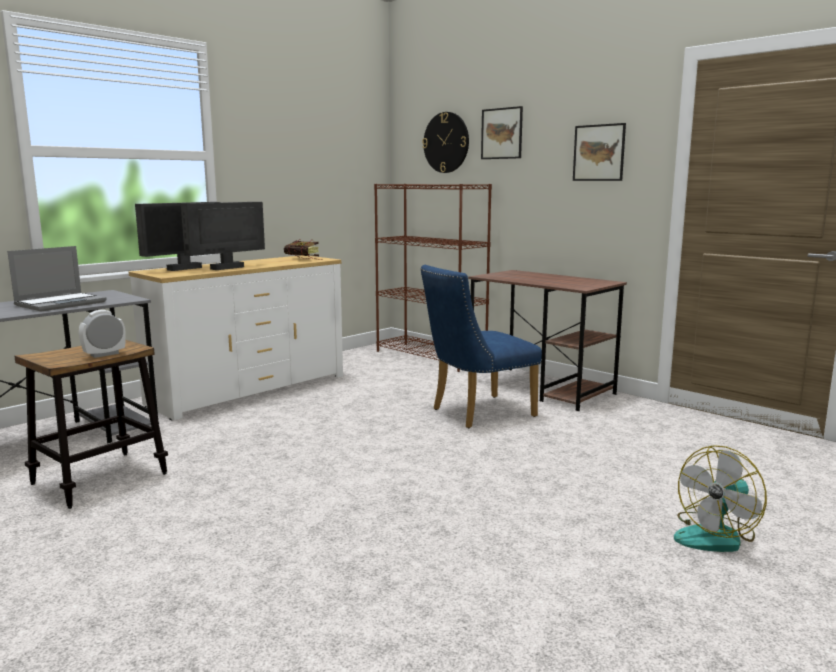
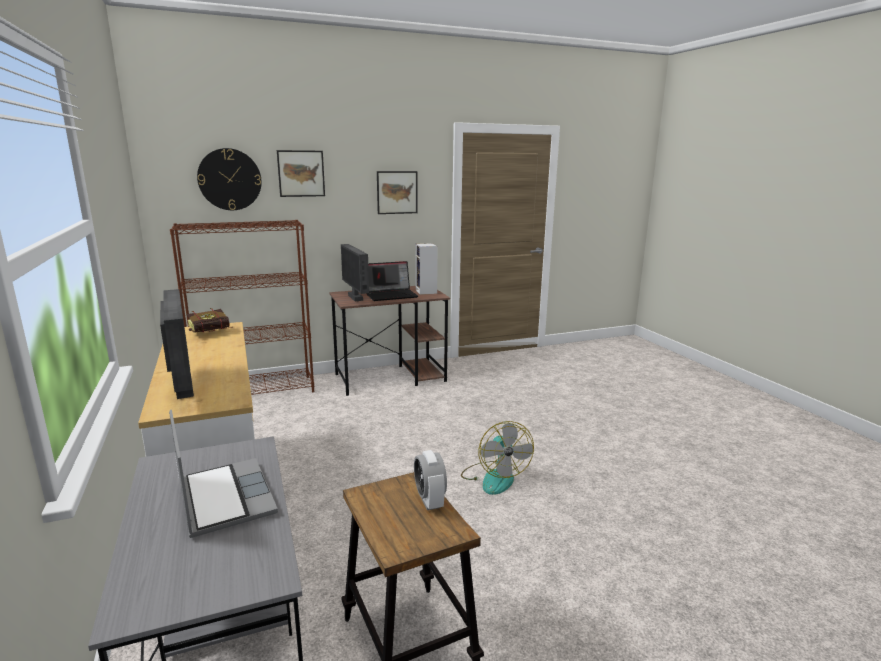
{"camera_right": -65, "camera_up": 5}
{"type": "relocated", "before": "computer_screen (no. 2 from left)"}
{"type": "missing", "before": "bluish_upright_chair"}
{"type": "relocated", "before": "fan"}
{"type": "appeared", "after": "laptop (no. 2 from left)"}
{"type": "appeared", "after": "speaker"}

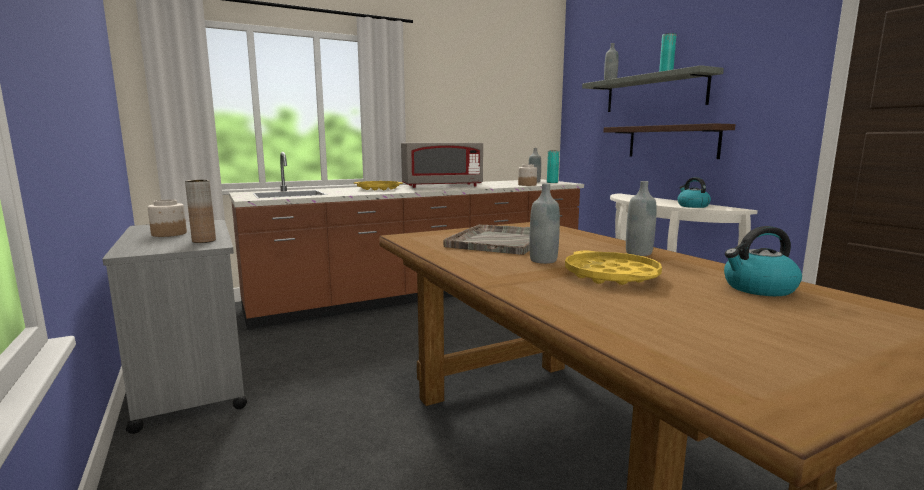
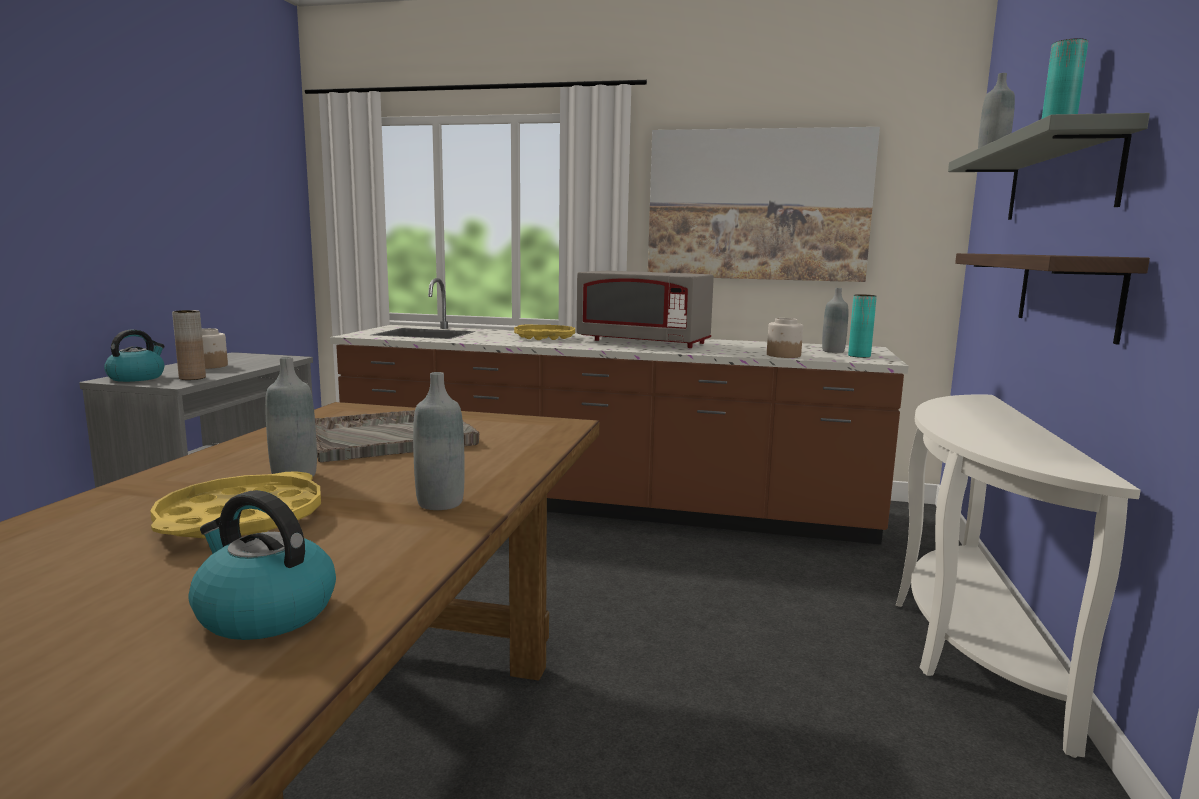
{"camera_right": 40, "camera_up": 0}
{"type": "relocated", "before": "kettle (no. 1 from left)"}
{"type": "appeared", "after": "wall_art"}

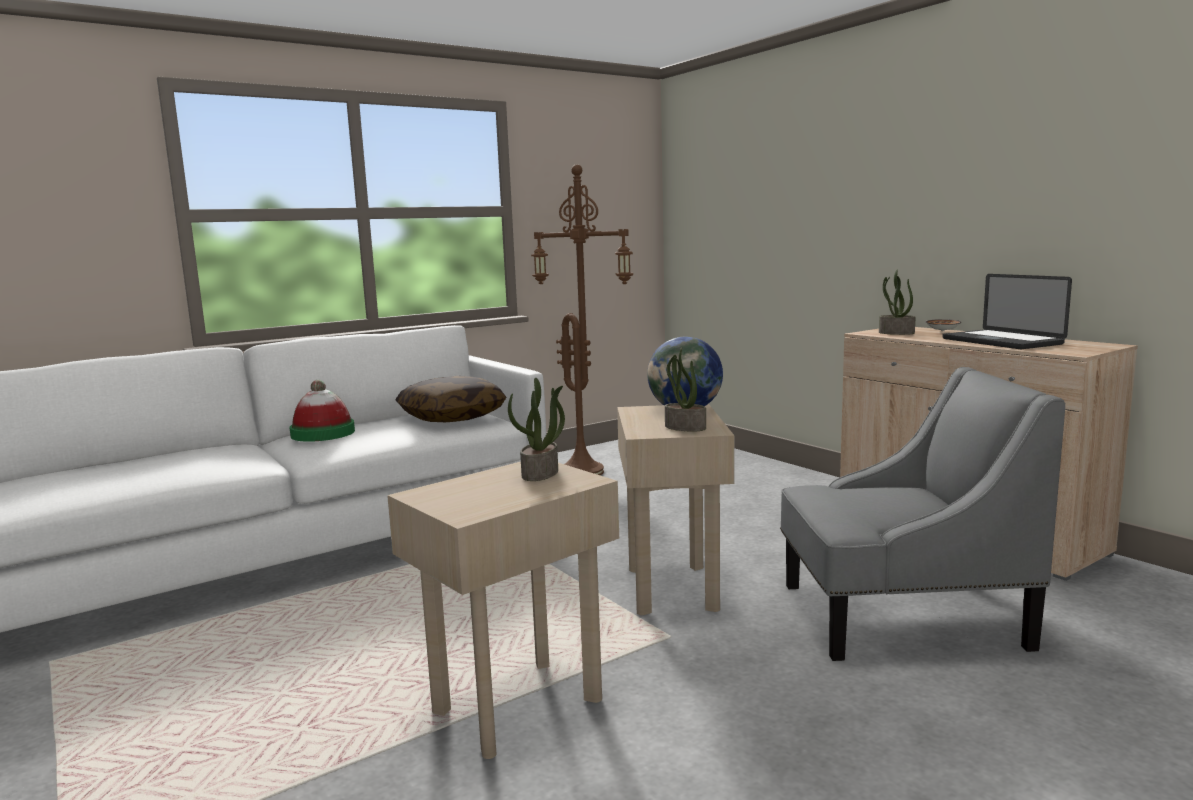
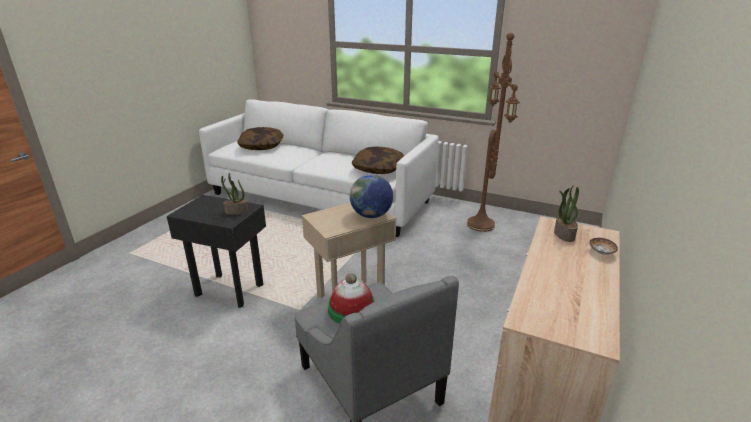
{"camera_right": 60, "camera_up": 15}
{"type": "relocated", "before": "wearable_hat"}
{"type": "colour", "before": "beige_accent_table (no. 1 from left)", "after": "black-coloured_accent_table"}
{"type": "missing", "before": "plant_in_a_pot (no. 2 from left)"}
{"type": "missing", "before": "laptop"}
{"type": "appeared", "after": "pillow (no. 1 from left)"}

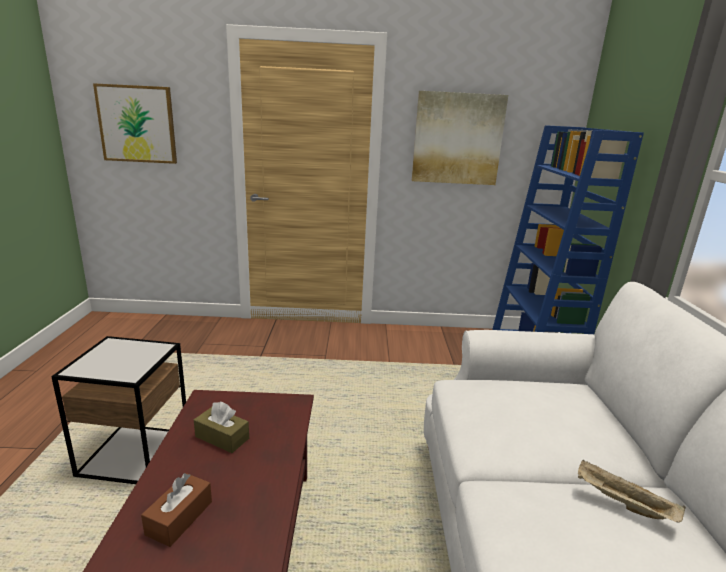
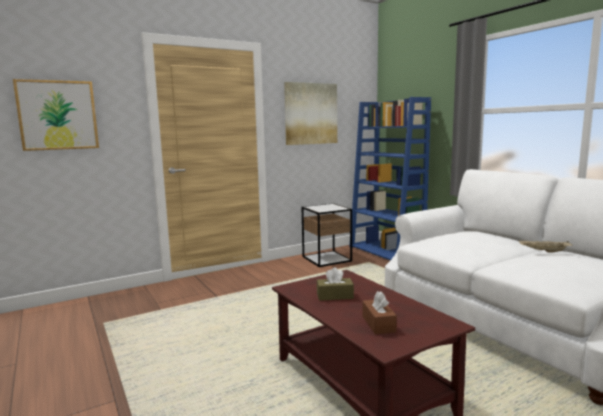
{"camera_right": -30, "camera_up": -10}
{"type": "relocated", "before": "accent_table"}

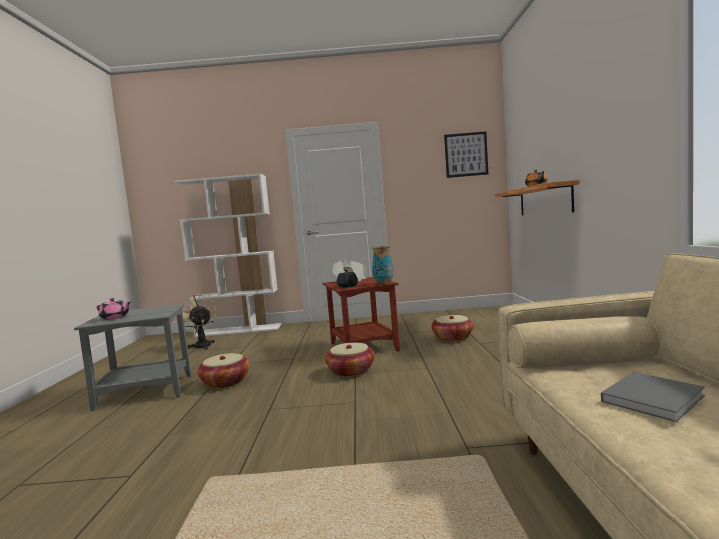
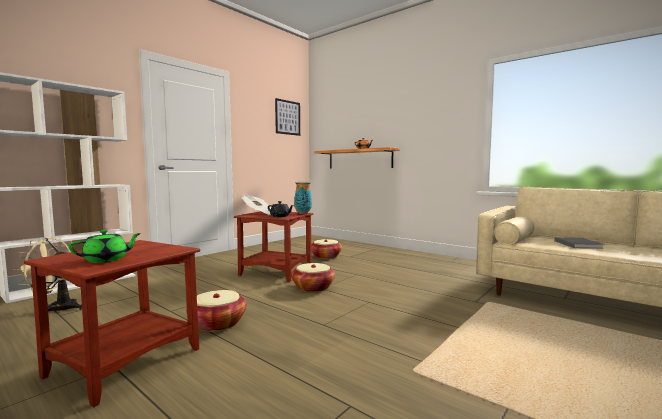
{"camera_right": -50, "camera_up": 0}
{"type": "colour", "before": "gray_accent_table", "after": "brownish_accent_table (no. 1 from left)"}
{"type": "colour", "before": "pink-coloured_tea_pot", "after": "green_tea_pot"}

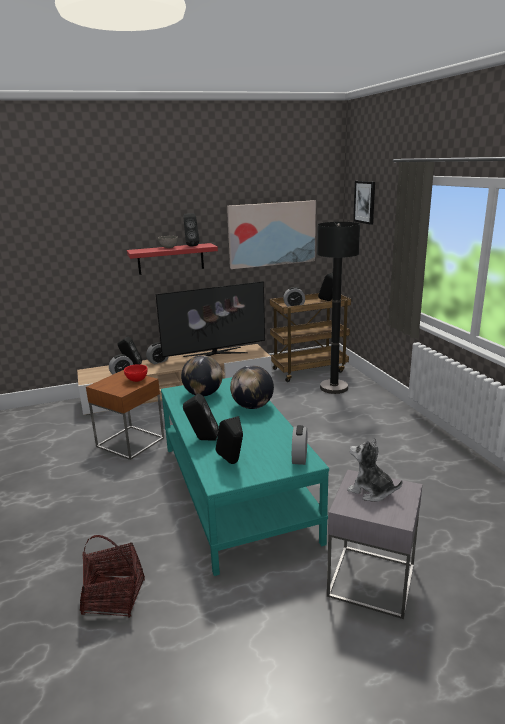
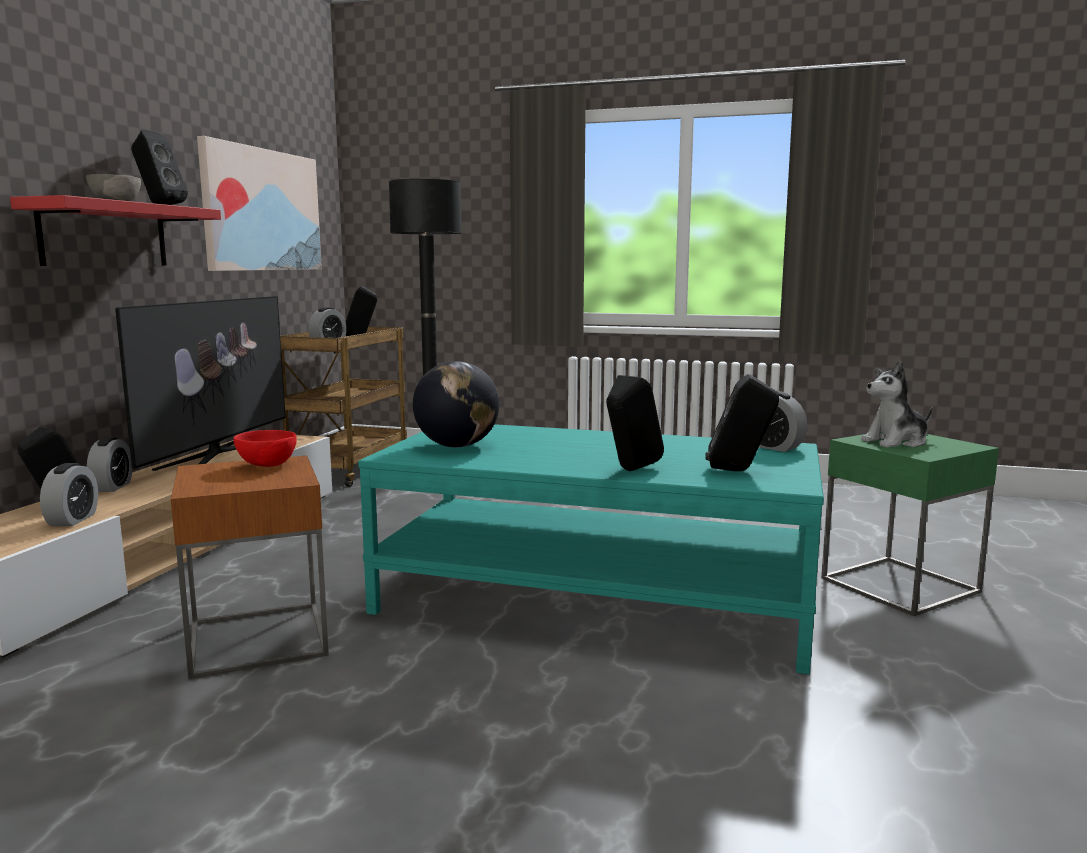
{"camera_right": -55, "camera_up": -10}
{"type": "missing", "before": "household_basket"}
{"type": "missing", "before": "globe (no. 2 from left)"}
{"type": "colour", "before": "gray_accent_table", "after": "green_accent_table"}
{"type": "missing", "before": "wall_art (no. 2 from left)"}

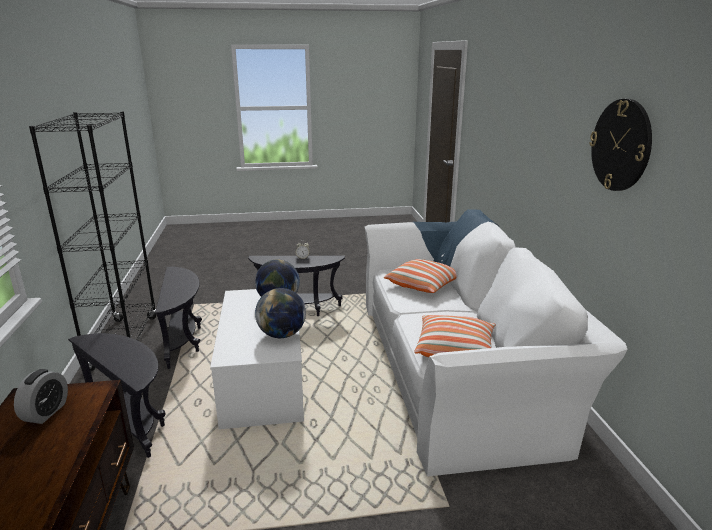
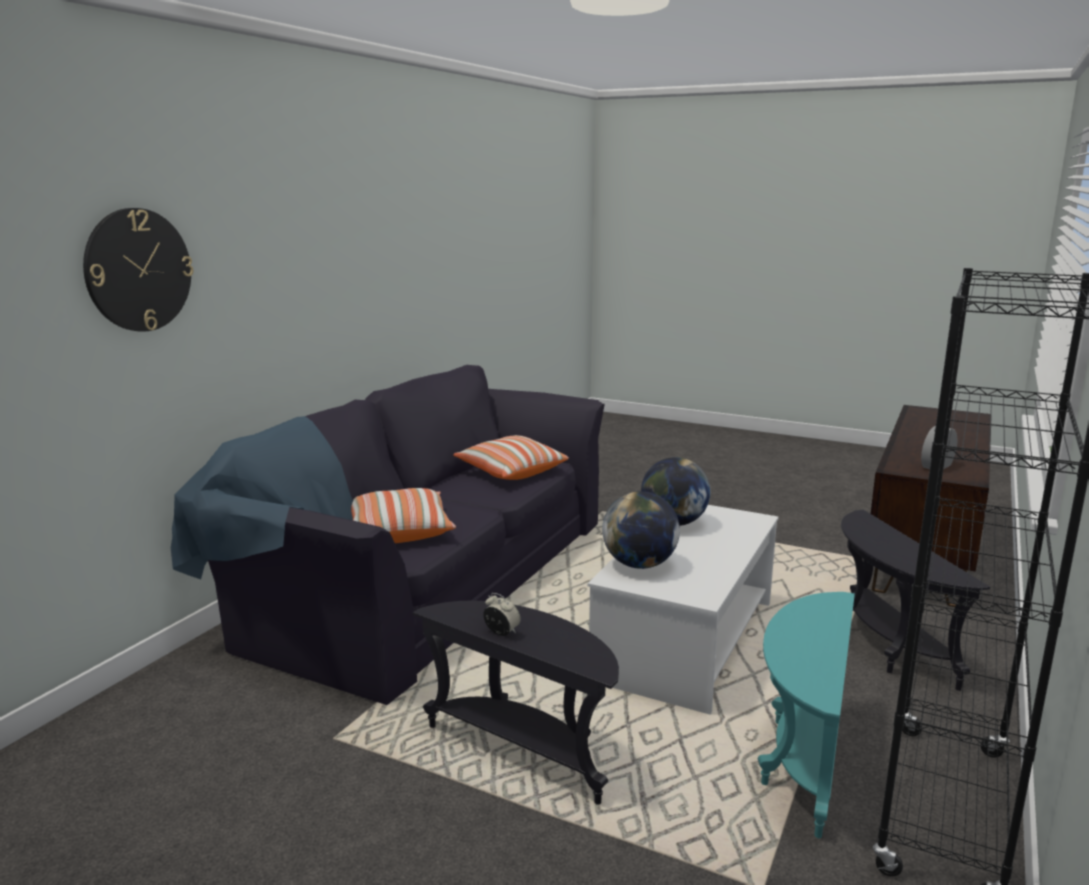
{"camera_right": -145, "camera_up": -5}
{"type": "colour", "before": "black-coloured_accent_table (no. 2 from left)", "after": "blue-green_accent_table"}
{"type": "colour", "before": "white_sofa", "after": "black-coloured_sofa"}
{"type": "relocated", "before": "wall_clock"}

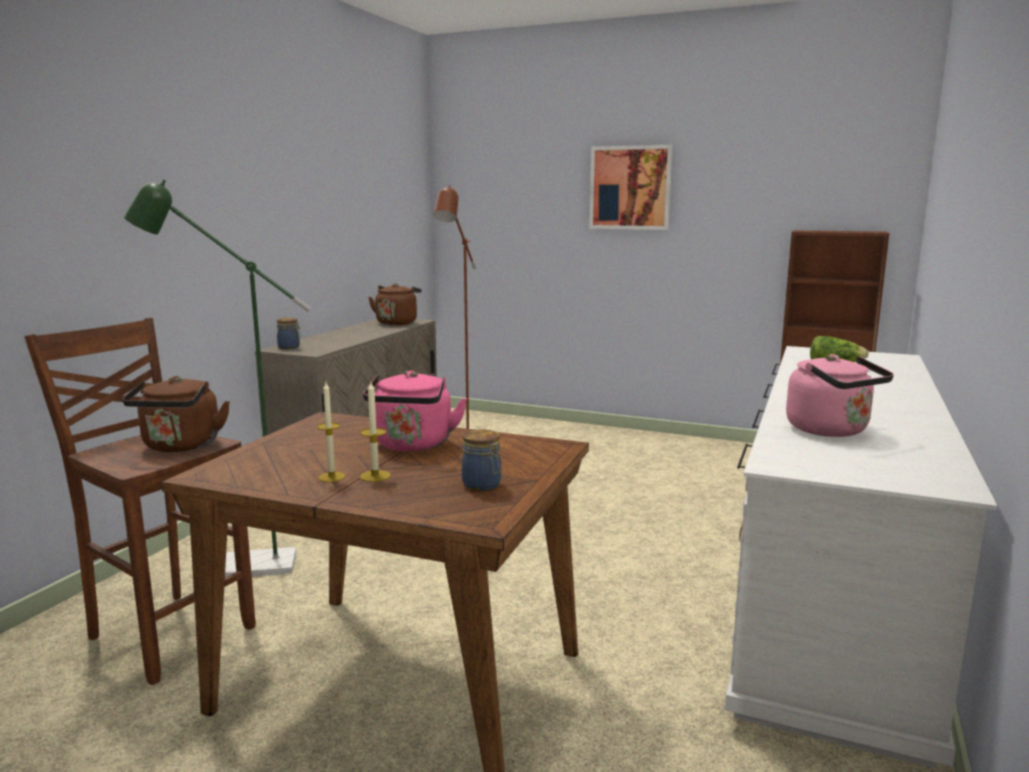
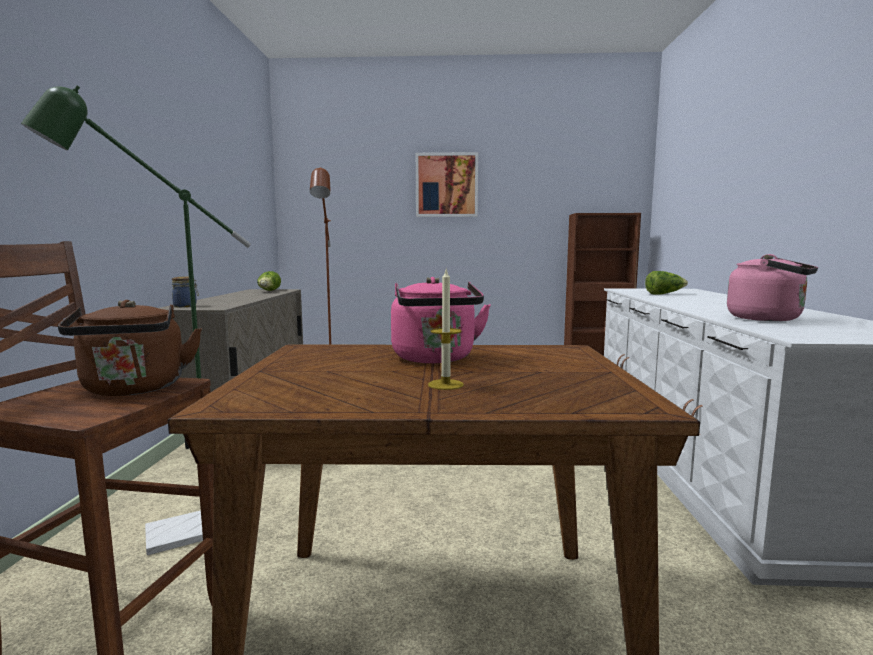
{"camera_right": -20, "camera_up": -5}
{"type": "missing", "before": "candle (no. 1 from left)"}
{"type": "exchanged", "before": "brownish_kettle (no. 2 from left)", "after": "head_of_lettuce (no. 1 from left)"}
{"type": "missing", "before": "jar (no. 2 from left)"}

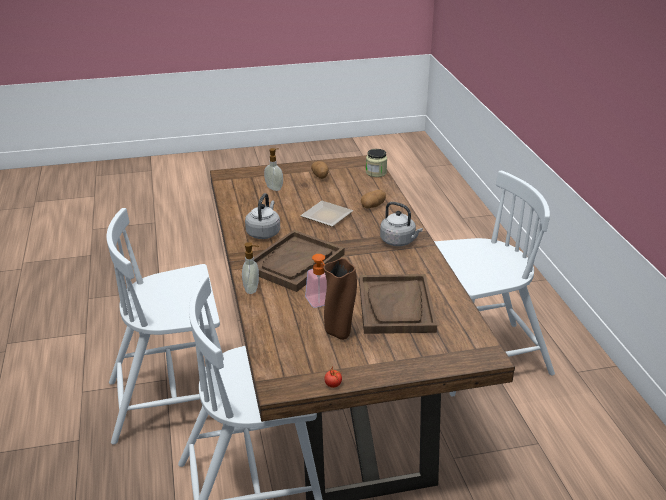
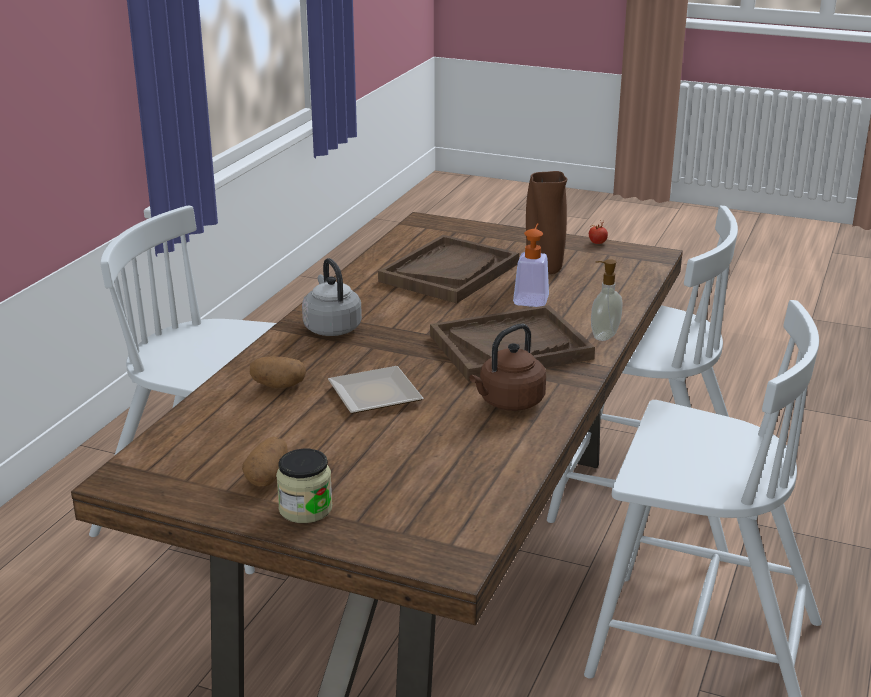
{"camera_right": -145, "camera_up": -5}
{"type": "colour", "before": "gray_kettle (no. 1 from left)", "after": "brownish_kettle"}
{"type": "missing", "before": "soap_bottle (no. 2 from left)"}
{"type": "relocated", "before": "jar"}

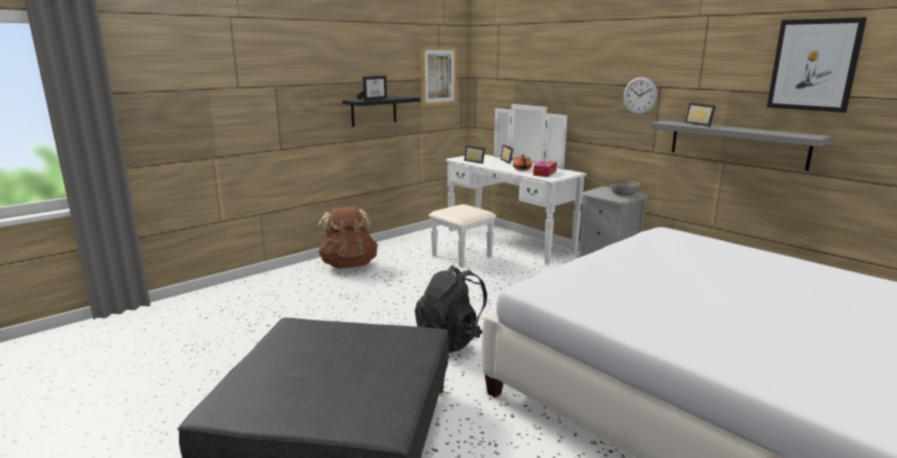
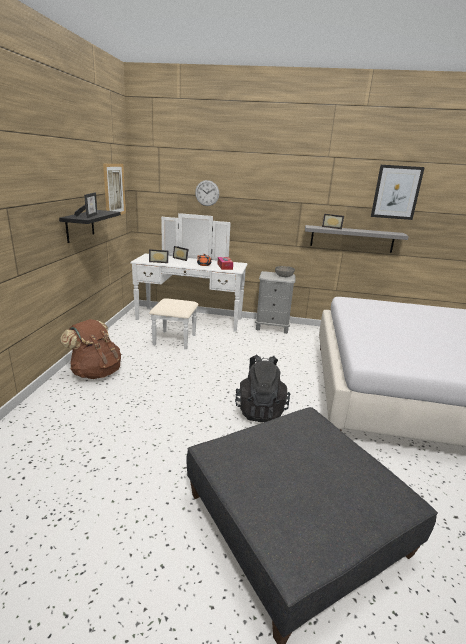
{"camera_right": -40, "camera_up": 5}
{"type": "relocated", "before": "wall_clock"}

